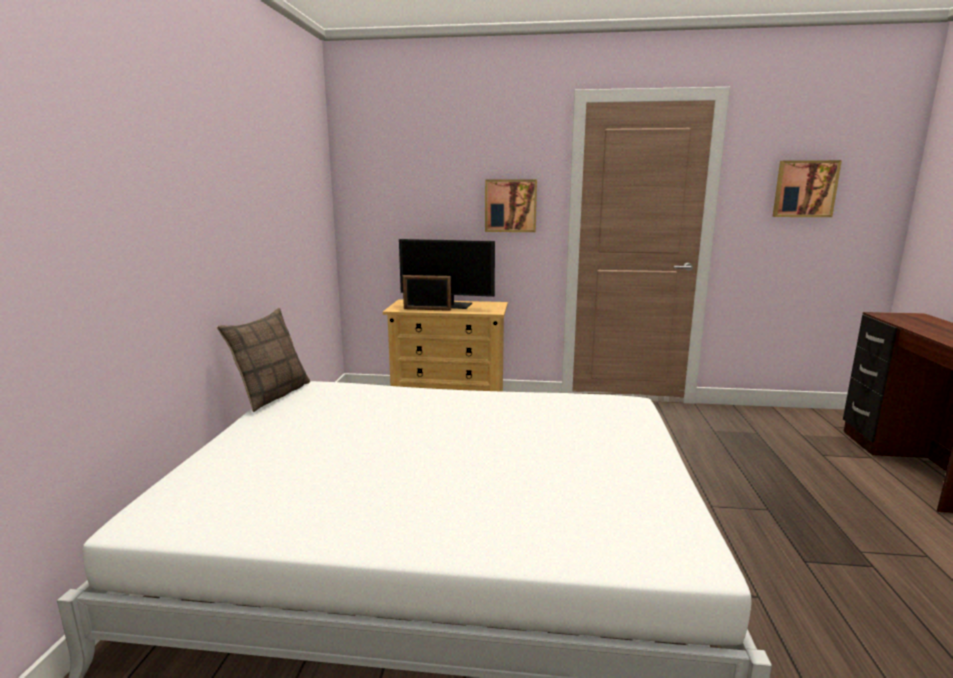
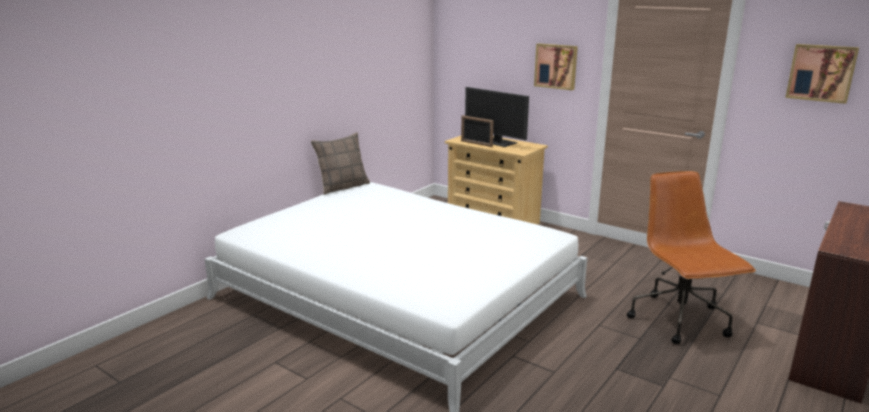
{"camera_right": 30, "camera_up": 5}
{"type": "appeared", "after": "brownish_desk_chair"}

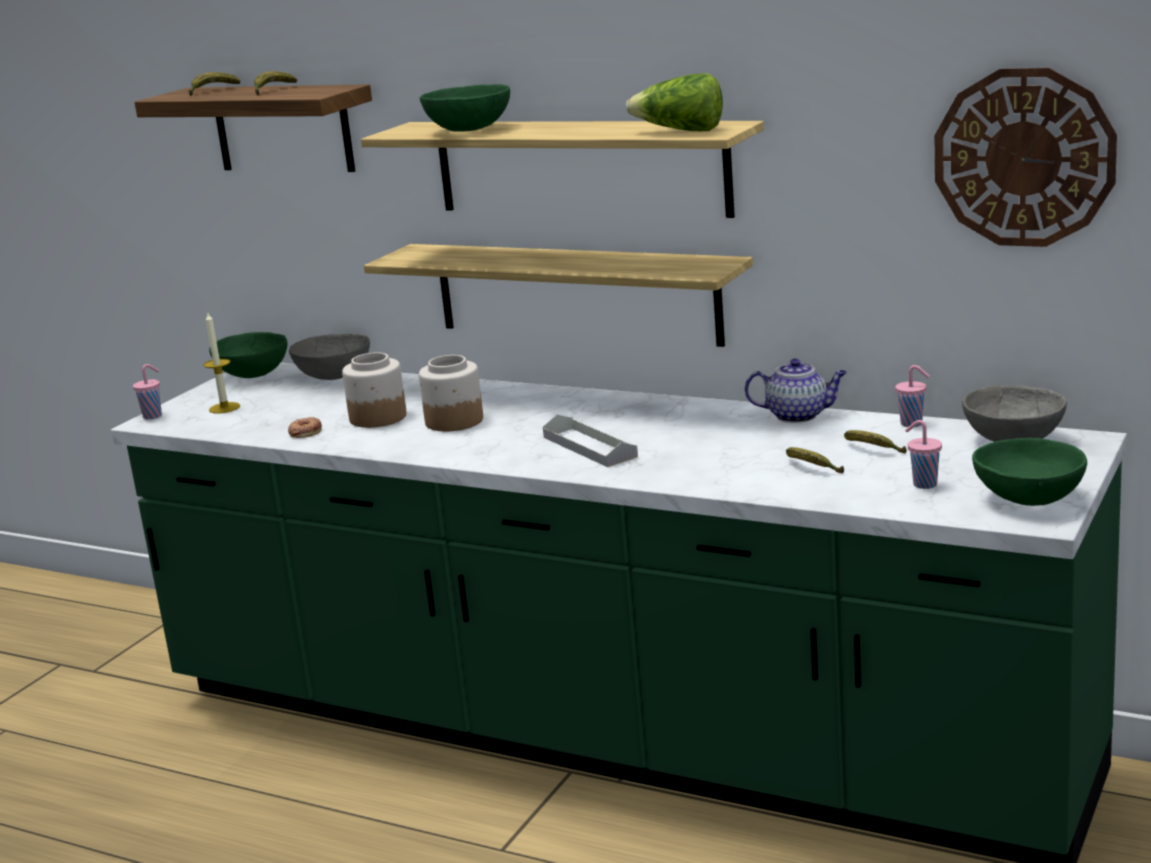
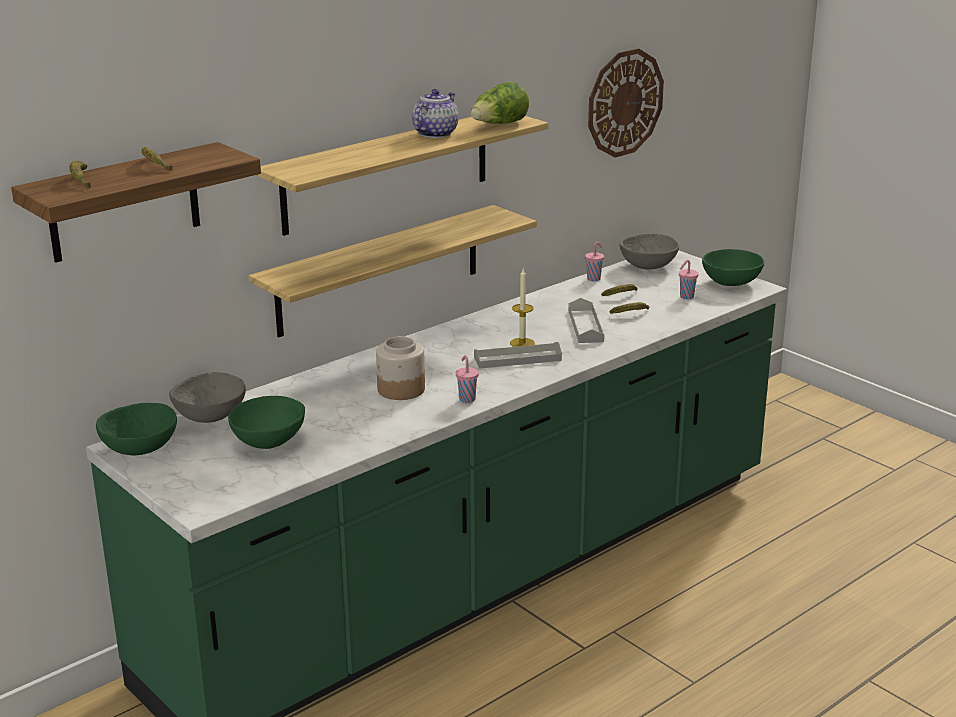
{"camera_right": -70, "camera_up": 5}
{"type": "relocated", "before": "pink-coloured_cup (no. 1 from left)"}
{"type": "relocated", "before": "candle"}
{"type": "missing", "before": "doughnut"}
{"type": "missing", "before": "jar (no. 1 from left)"}
{"type": "relocated", "before": "green_serving_bowl (no. 2 from left)"}
{"type": "relocated", "before": "tea_pot"}
{"type": "appeared", "after": "gray_serving_tray (no. 2 from left)"}

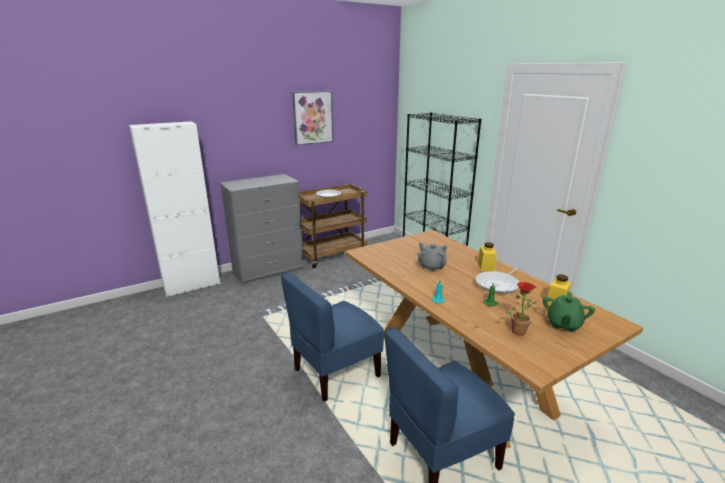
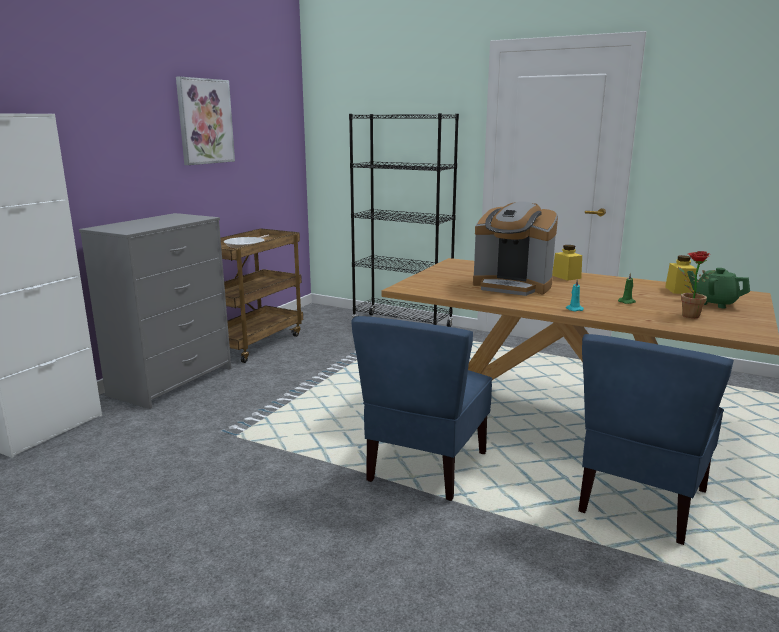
{"camera_right": -30, "camera_up": -5}
{"type": "exchanged", "before": "gray_tea_pot", "after": "coffee_maker"}
{"type": "missing", "before": "frying_pan (no. 2 from left)"}
{"type": "spun", "before": "green_tea_pot", "turn": 135}

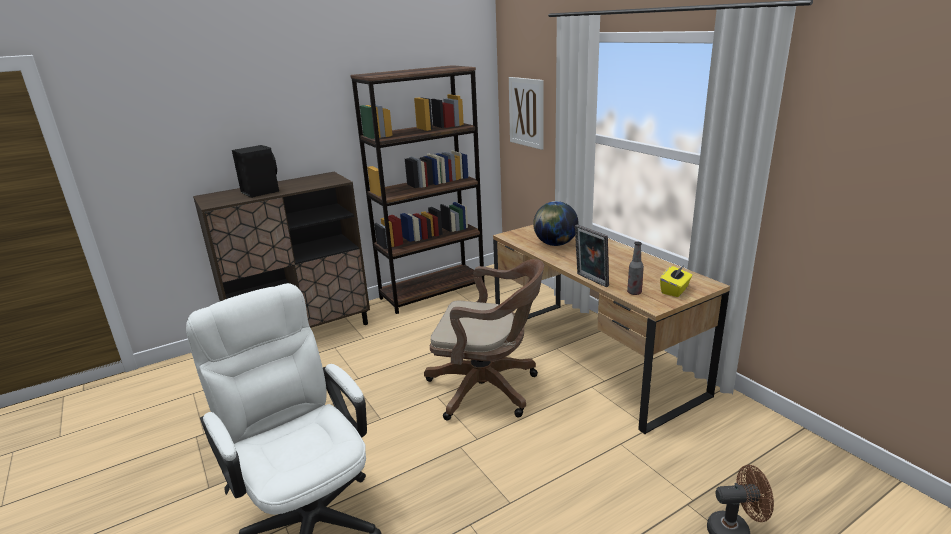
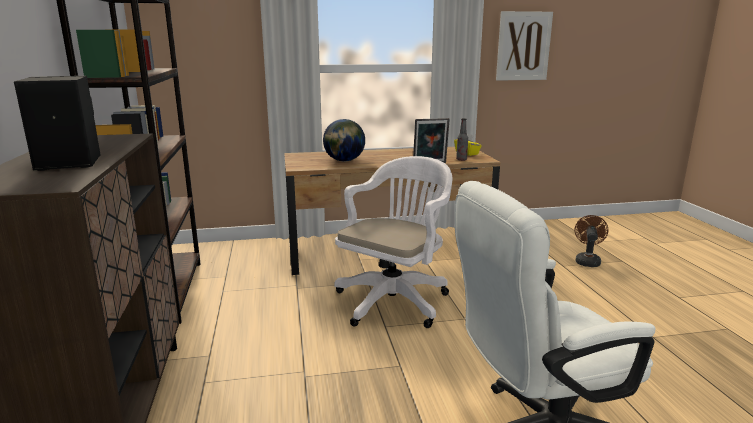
{"camera_right": -70, "camera_up": -5}
{"type": "colour", "before": "brownish_desk_chair", "after": "white_desk_chair (no. 1 from left)"}
{"type": "relocated", "before": "wall_art"}

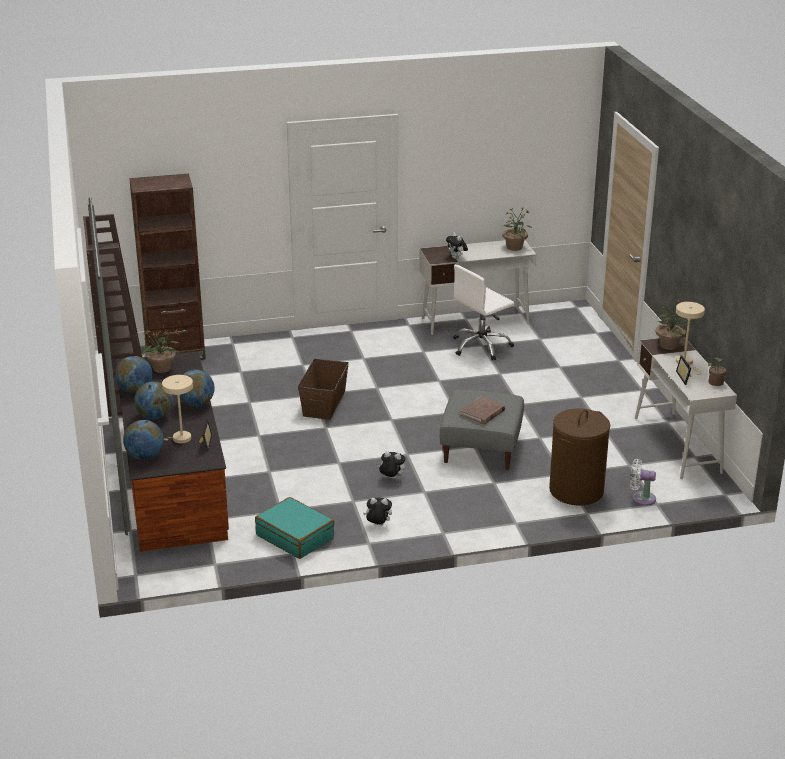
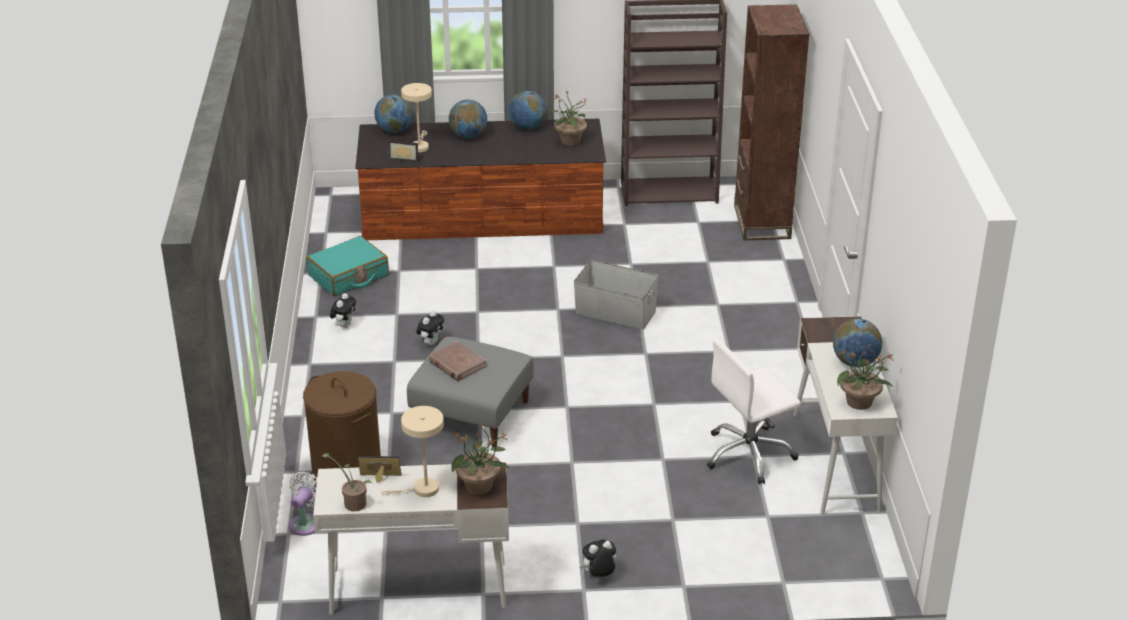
{"camera_right": 100, "camera_up": 5}
{"type": "relocated", "before": "globe (no. 4 from left)"}
{"type": "colour", "before": "brownish_storage_bin", "after": "gray_storage_bin"}
{"type": "relocated", "before": "cuddly_toy (no. 3 from left)"}
{"type": "spun", "before": "white_desk_chair", "turn": -90}

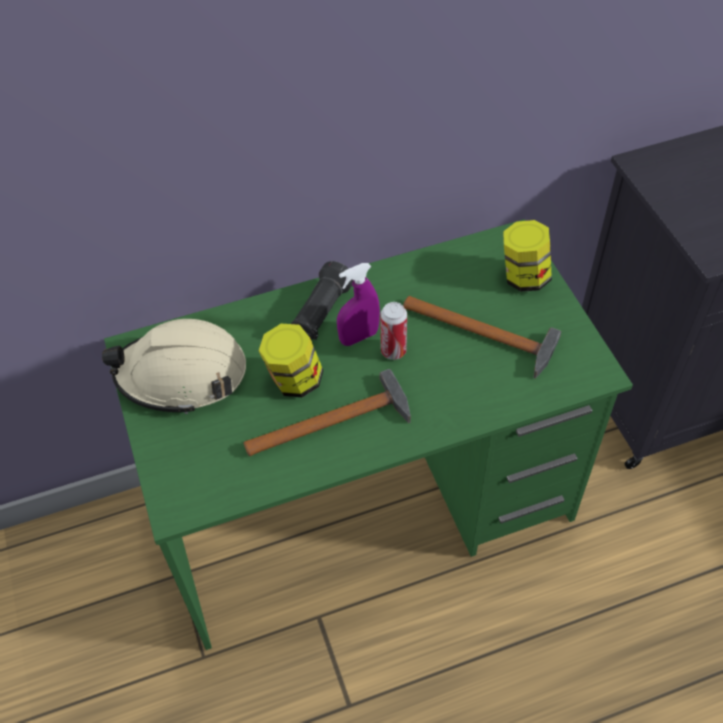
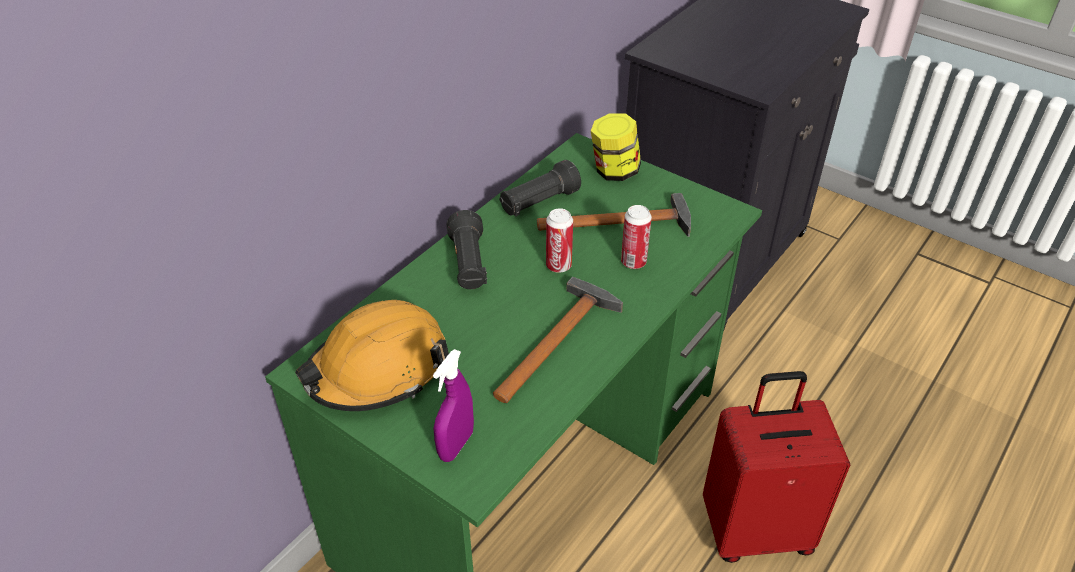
{"camera_right": -35, "camera_up": -10}
{"type": "colour", "before": "beige_safety_helmet", "after": "orange_safety_helmet"}
{"type": "missing", "before": "jar (no. 1 from left)"}
{"type": "relocated", "before": "purplish_sprayer"}
{"type": "appeared", "after": "black-coloured_hand_torch (no. 2 from left)"}
{"type": "appeared", "after": "can (no. 2 from left)"}
{"type": "appeared", "after": "red-coloured_suitcase"}

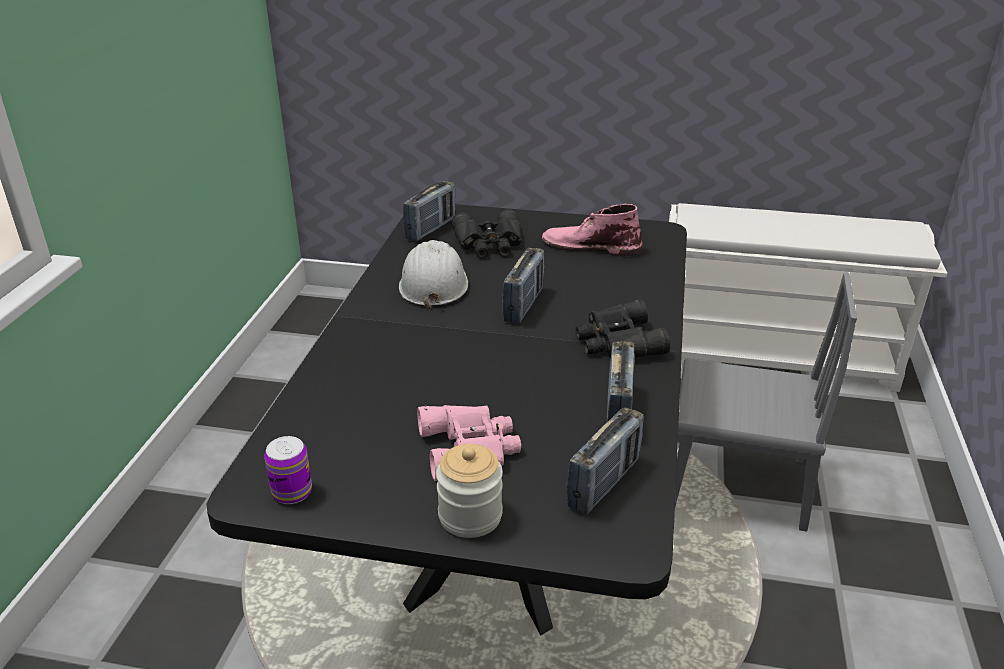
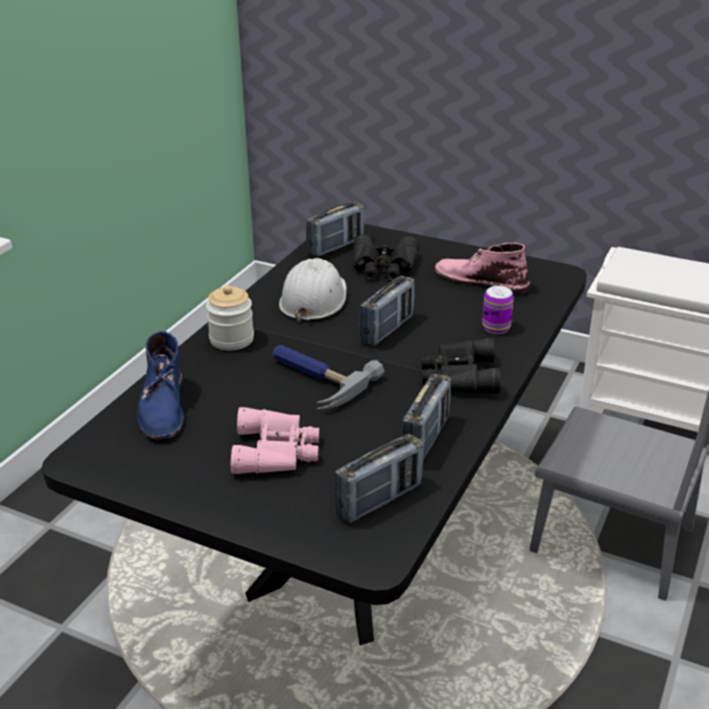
{"camera_right": 15, "camera_up": 0}
{"type": "relocated", "before": "can"}
{"type": "relocated", "before": "jar"}
{"type": "appeared", "after": "bluish_tall_boot"}
{"type": "appeared", "after": "hand_hammer"}

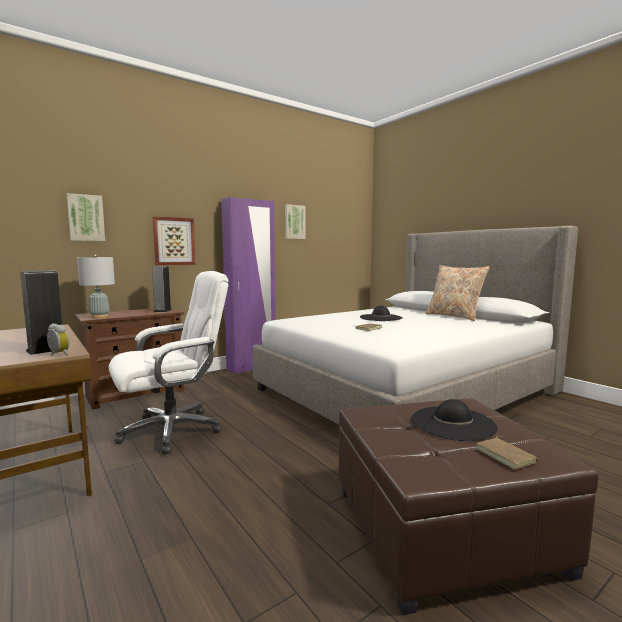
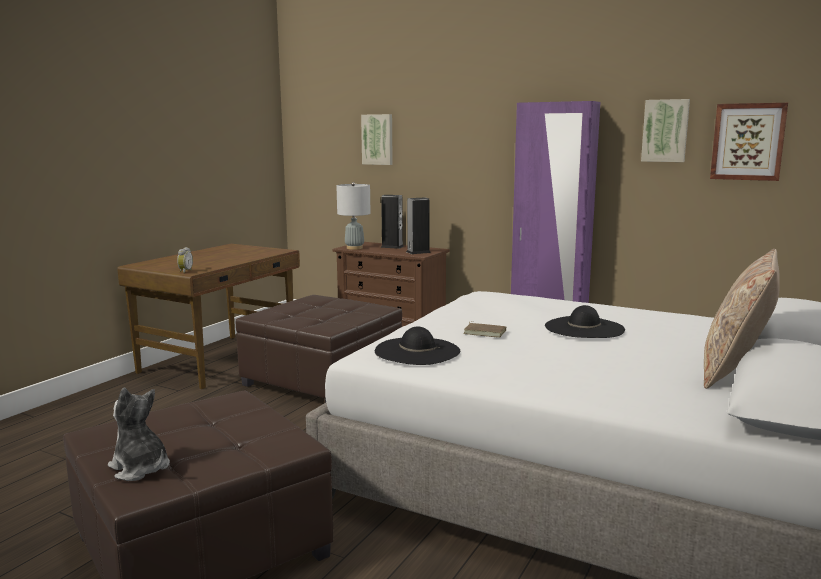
{"camera_right": 65, "camera_up": 5}
{"type": "relocated", "before": "speaker (no. 1 from left)"}
{"type": "exchanged", "before": "white_desk_chair", "after": "brownish_ottoman (no. 2 from left)"}
{"type": "relocated", "before": "wall_art (no. 2 from left in the first image)", "after": "wall_art (no. 3 from left)"}
{"type": "relocated", "before": "black-coloured_wearable_hat (no. 2 from left in the first image)", "after": "black-coloured_wearable_hat (no. 1 from left)"}
{"type": "exchanged", "before": "brownish_volume (no. 2 from left)", "after": "cuddly_toy"}

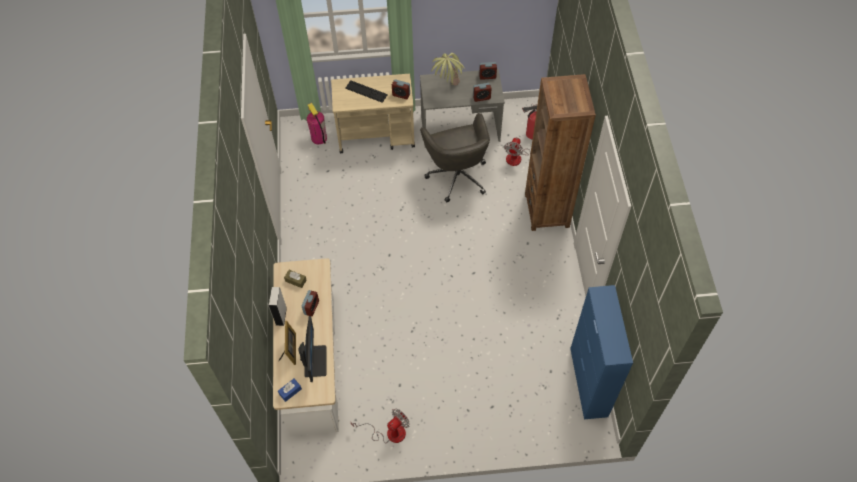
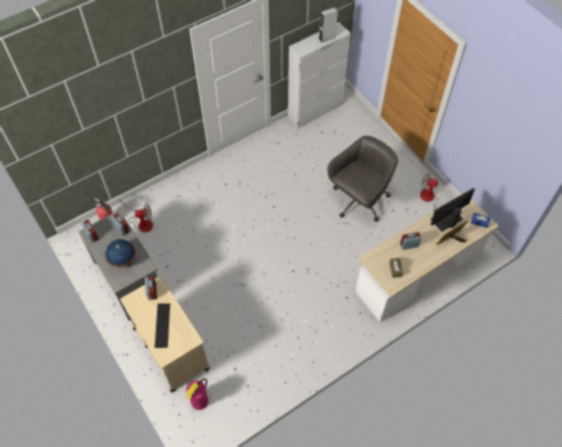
{"camera_right": -120, "camera_up": 0}
{"type": "relocated", "before": "gray_speaker"}
{"type": "relocated", "before": "gray_desk_chair"}
{"type": "exchanged", "before": "plant_in_a_pot", "after": "globe"}
{"type": "missing", "before": "brownish_bookcase"}
{"type": "colour", "before": "bluish_storage_cabinet", "after": "white_storage_cabinet"}

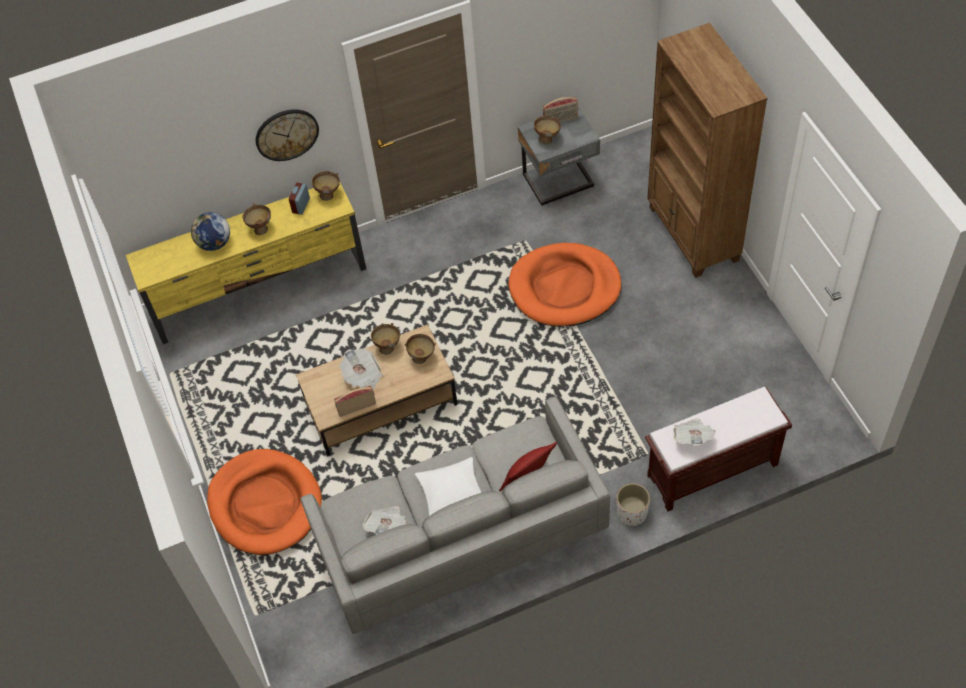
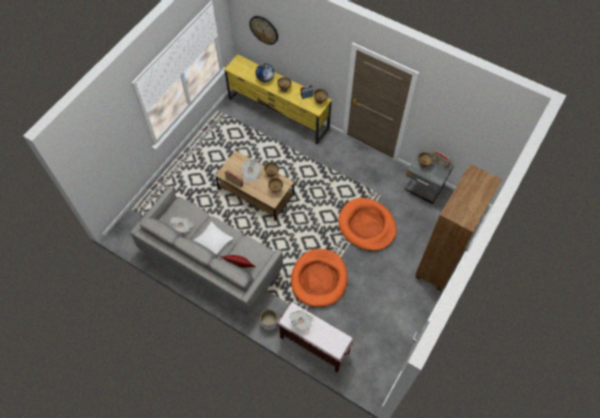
{"camera_right": 50, "camera_up": 5}
{"type": "relocated", "before": "orange_dog_bed (no. 1 from left)"}
{"type": "relocated", "before": "wall_clock"}

